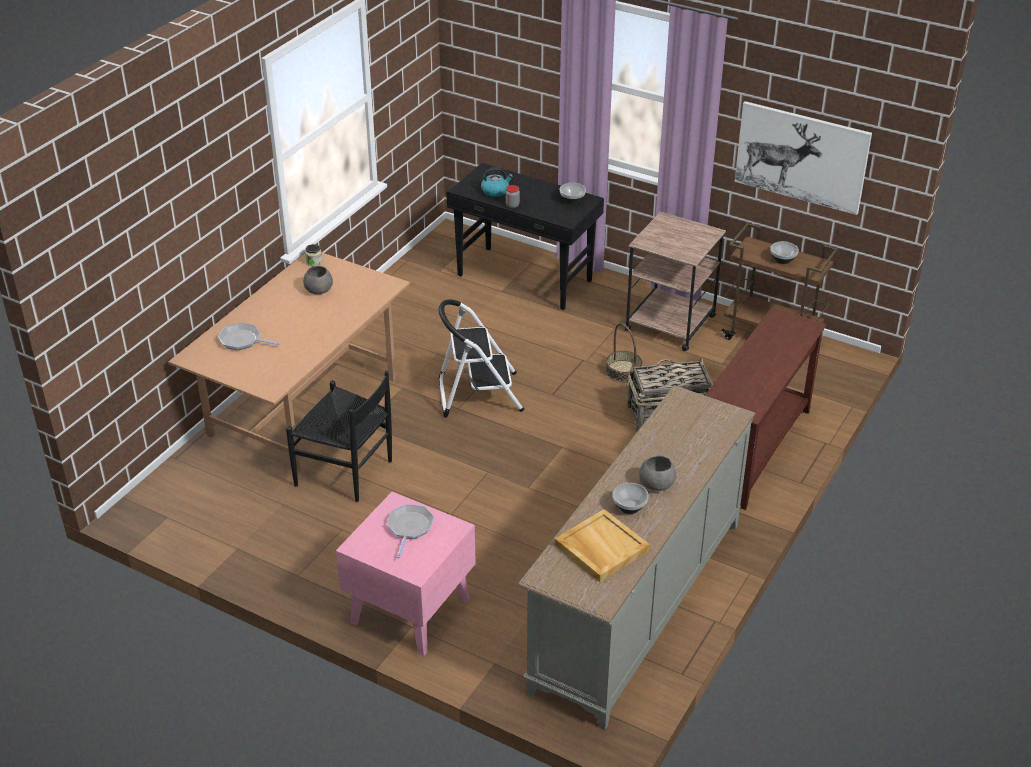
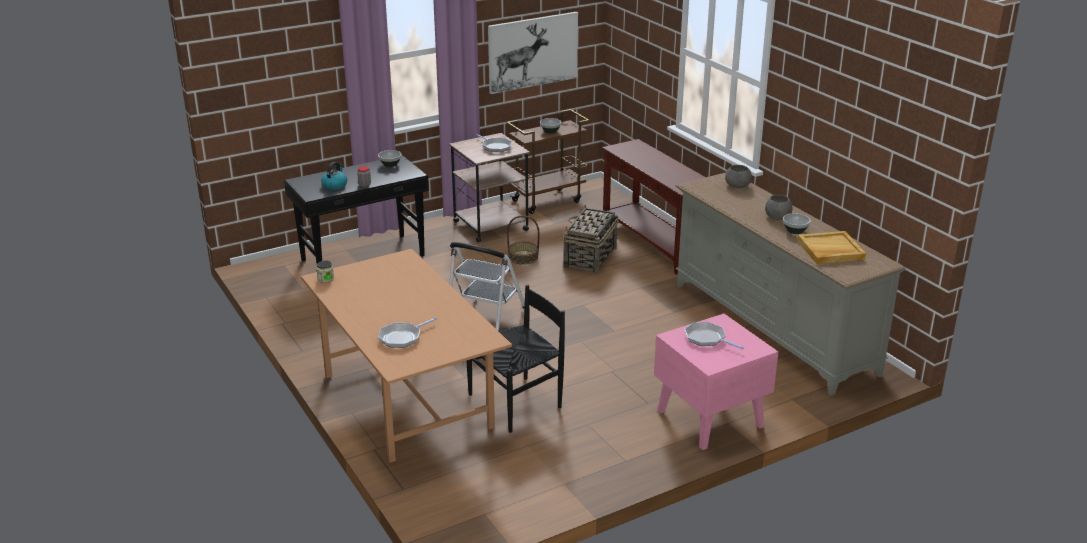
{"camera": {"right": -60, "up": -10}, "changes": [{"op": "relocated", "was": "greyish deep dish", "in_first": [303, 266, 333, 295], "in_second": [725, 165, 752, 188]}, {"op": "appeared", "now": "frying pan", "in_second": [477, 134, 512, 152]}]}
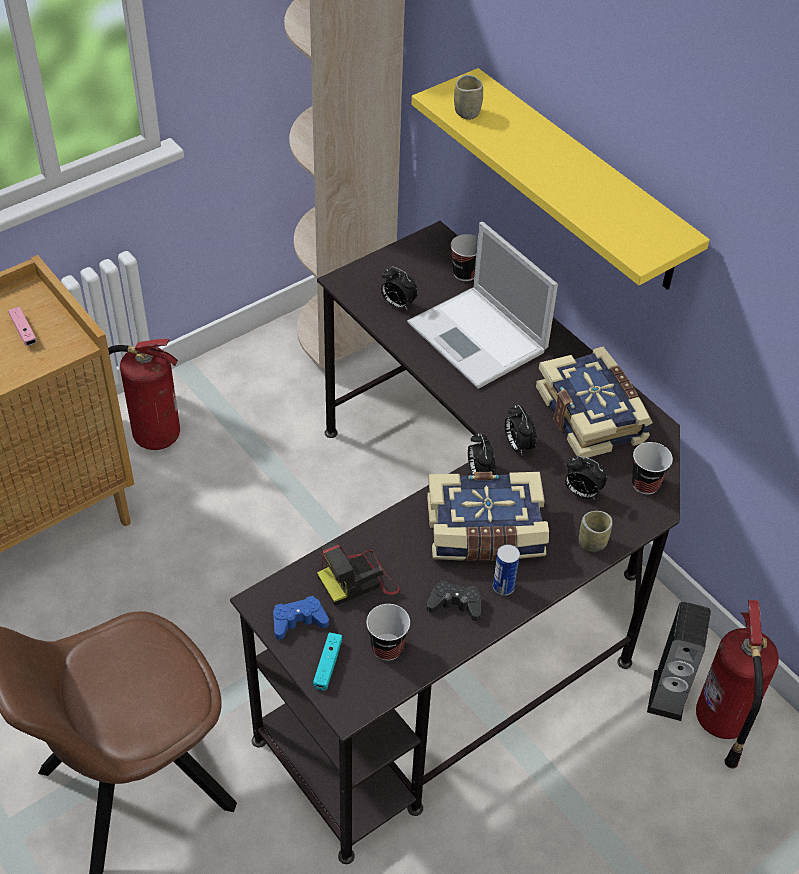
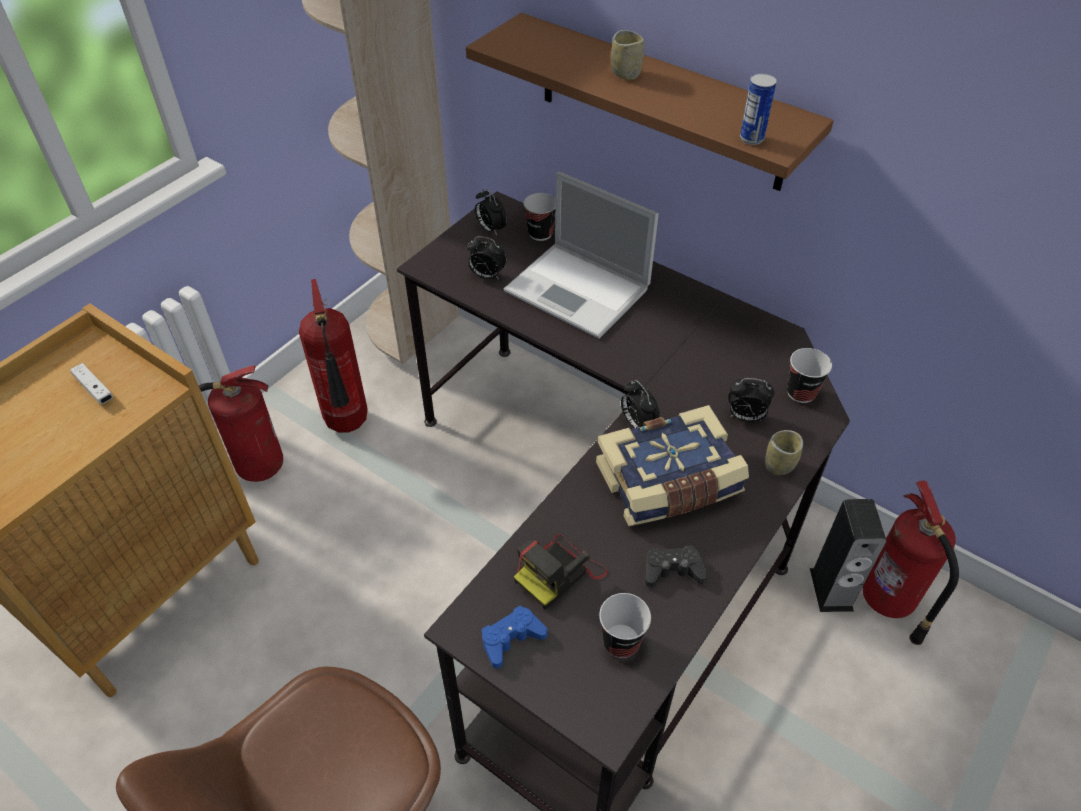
{"camera": {"right": -15, "up": 0}, "changes": [{"op": "colour", "was": "pink-coloured game controller", "now": "white game controller", "in_first": [8, 307, 37, 346], "in_second": [70, 363, 113, 404]}, {"op": "missing", "was": "turquoise game controller", "in_first": [313, 633, 342, 690]}, {"op": "colour", "was": "yellow bracket shelf", "now": "brownish bracket shelf", "in_first": [412, 68, 710, 290], "in_second": [466, 13, 834, 191]}, {"op": "relocated", "was": "small cup", "in_first": [454, 75, 483, 120], "in_second": [611, 30, 644, 80]}, {"op": "relocated", "was": "can", "in_first": [493, 544, 520, 596], "in_second": [740, 73, 777, 145]}, {"op": "relocated", "was": "table clock", "in_first": [504, 405, 537, 455], "in_second": [475, 188, 507, 236]}, {"op": "missing", "was": "volume", "in_first": [536, 347, 653, 459]}, {"op": "appeared", "now": "fire-fighting cylinder", "in_second": [299, 279, 368, 433]}]}
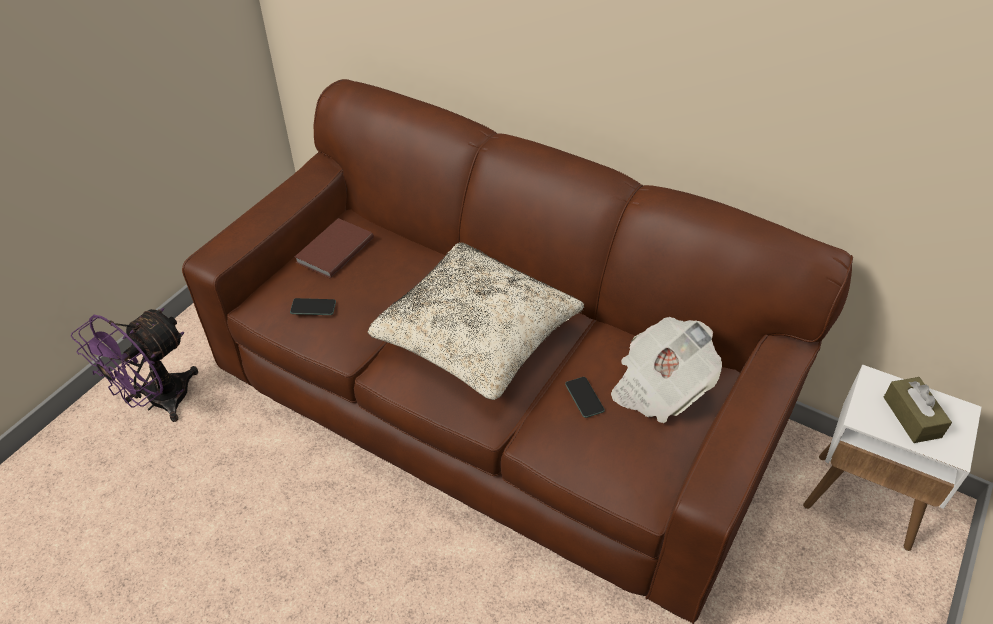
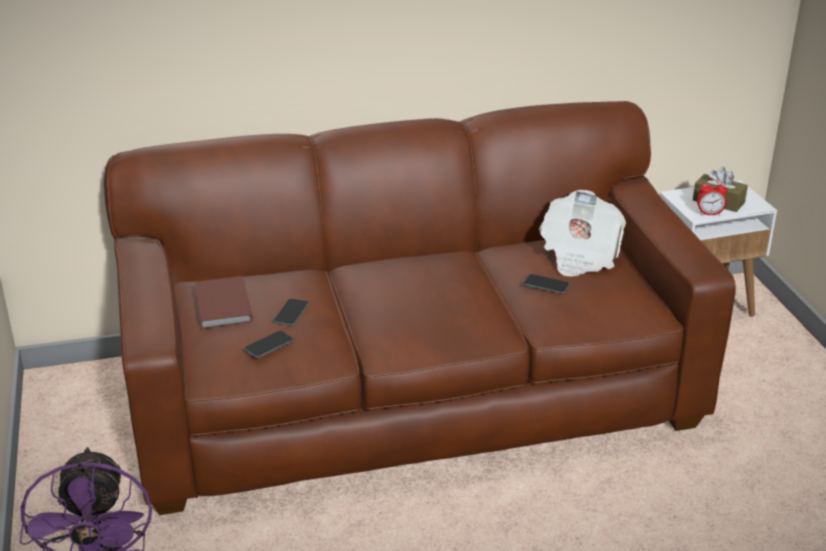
{"camera": {"right": -45, "up": -15}, "changes": [{"op": "missing", "was": "beige cushion", "in_first": [368, 243, 584, 400]}, {"op": "appeared", "now": "phone", "in_second": [273, 298, 309, 326]}, {"op": "appeared", "now": "table clock", "in_second": [697, 179, 728, 216]}]}
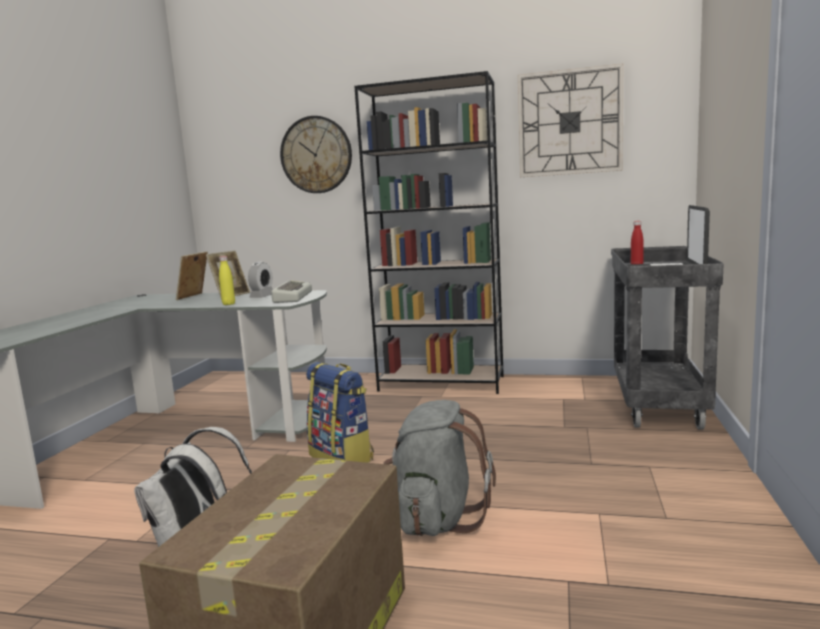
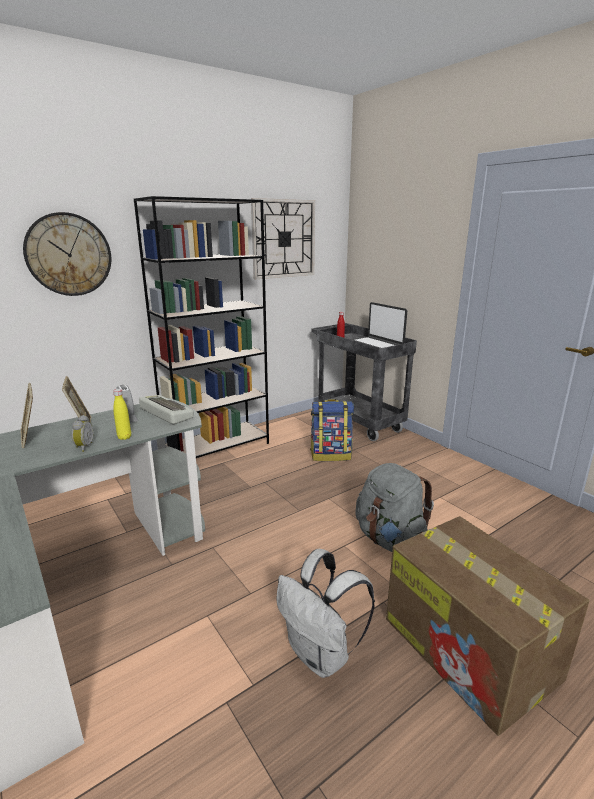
{"camera": {"right": -50, "up": 10}, "changes": [{"op": "relocated", "was": "backpack", "in_first": [306, 362, 374, 463], "in_second": [310, 399, 354, 461]}, {"op": "appeared", "now": "table clock", "in_second": [72, 415, 93, 452]}]}
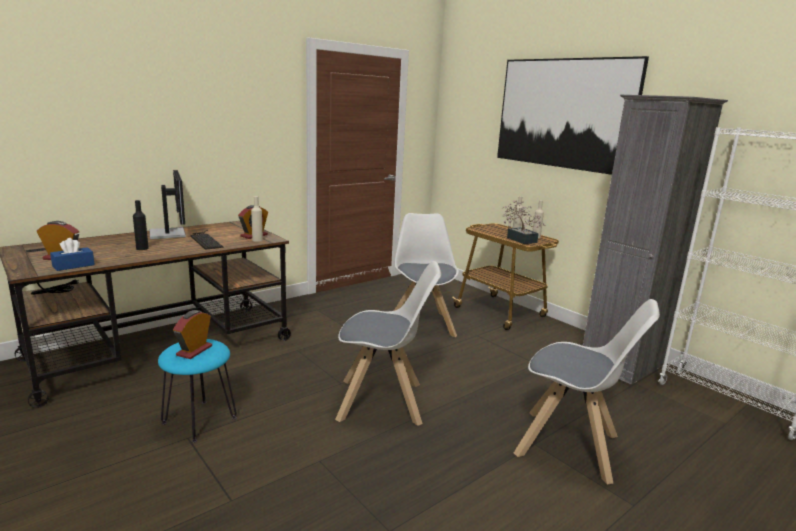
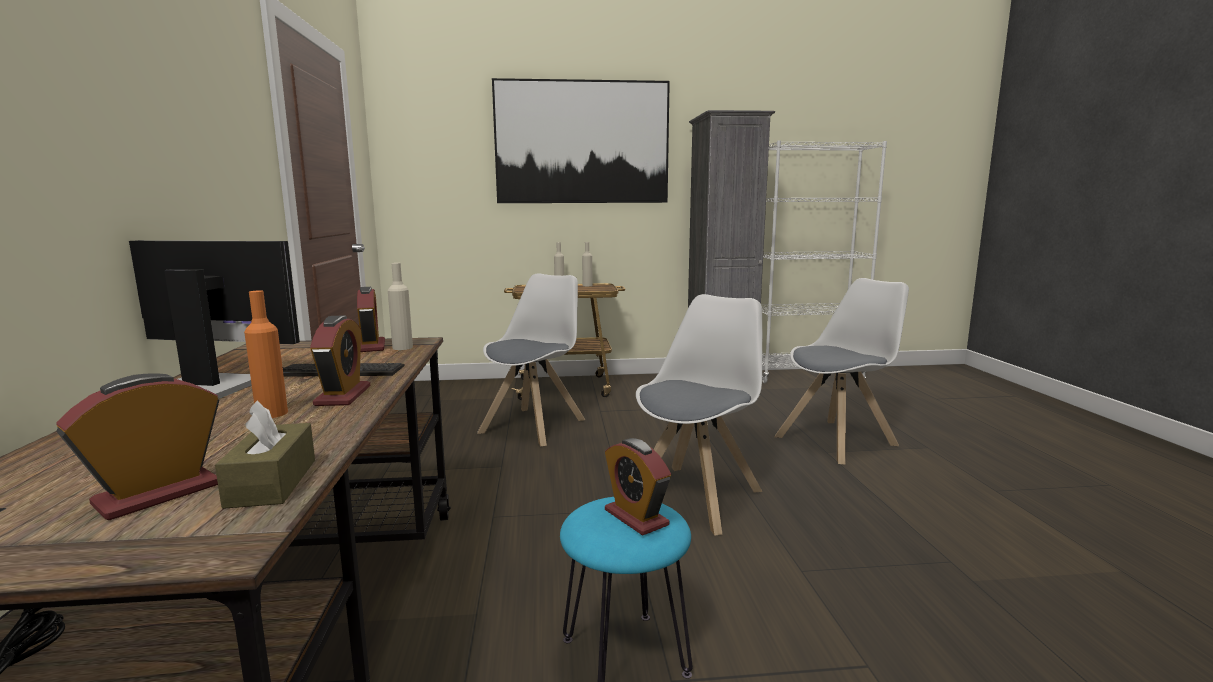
{"camera": {"right": -55, "up": -5}, "changes": [{"op": "colour", "was": "bluish box of tissues", "now": "brownish box of tissues", "in_first": [50, 238, 95, 271], "in_second": [215, 400, 315, 509]}, {"op": "colour", "was": "blackish beverage bottle", "now": "orange beverage bottle", "in_first": [133, 200, 149, 250], "in_second": [244, 291, 288, 418]}, {"op": "spun", "was": "upright chair", "in_first": [394, 213, 459, 337], "in_second": [477, 273, 585, 446], "clockwise": 90}, {"op": "missing", "was": "plant in a pot", "in_first": [502, 200, 545, 244]}, {"op": "appeared", "now": "table clock", "in_second": [310, 316, 370, 406]}]}
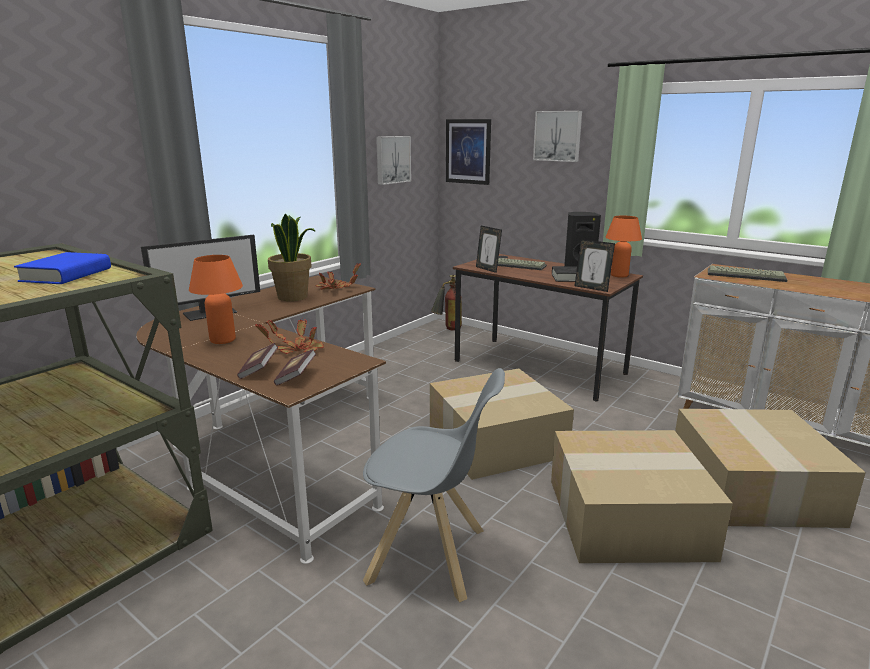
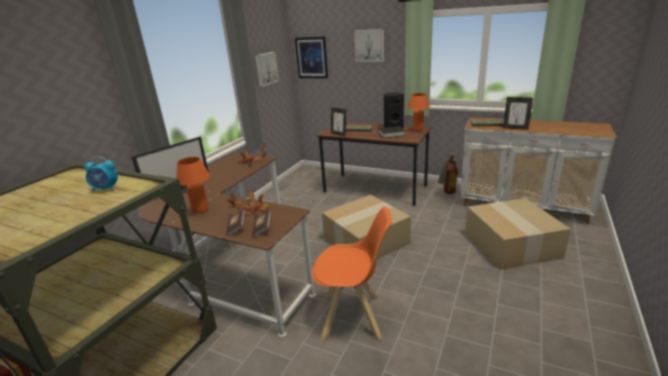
{"camera": {"right": -10, "up": 5}, "changes": [{"op": "exchanged", "was": "bluish volume", "now": "table clock", "in_first": [14, 252, 111, 284], "in_second": [84, 156, 118, 192]}, {"op": "missing", "was": "plant in a pot", "in_first": [268, 213, 316, 301]}, {"op": "colour", "was": "greyish upright chair", "now": "orange upright chair", "in_first": [363, 368, 505, 602], "in_second": [312, 207, 392, 342]}, {"op": "relocated", "was": "fire-fighting cylinder", "in_first": [431, 275, 462, 330], "in_second": [438, 153, 458, 194]}, {"op": "missing", "was": "packing box", "in_first": [551, 430, 733, 563]}, {"op": "relocated", "was": "picture frame", "in_first": [575, 239, 615, 292], "in_second": [503, 97, 533, 130]}]}
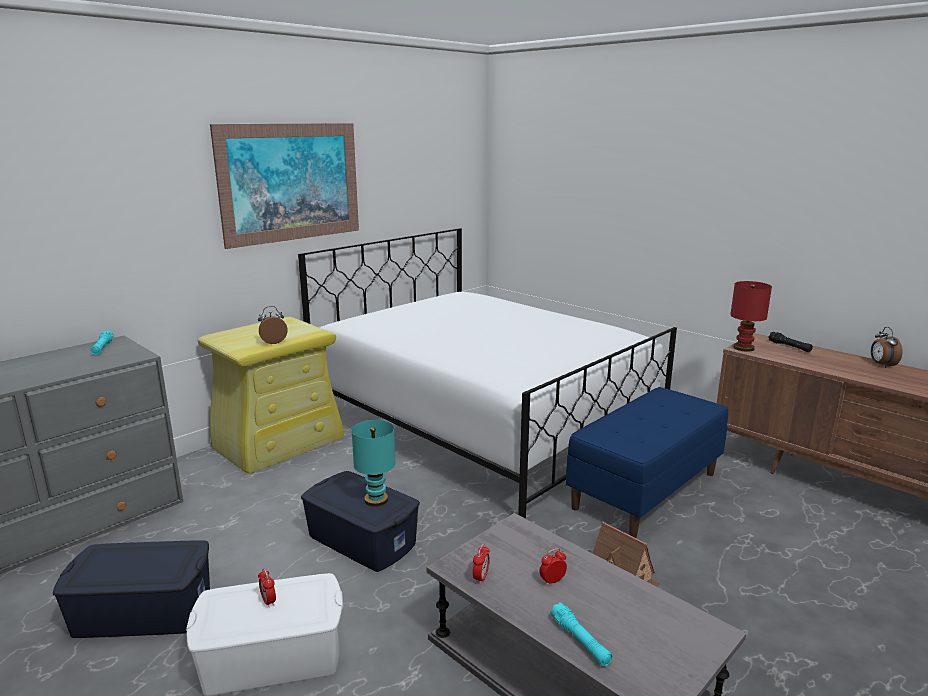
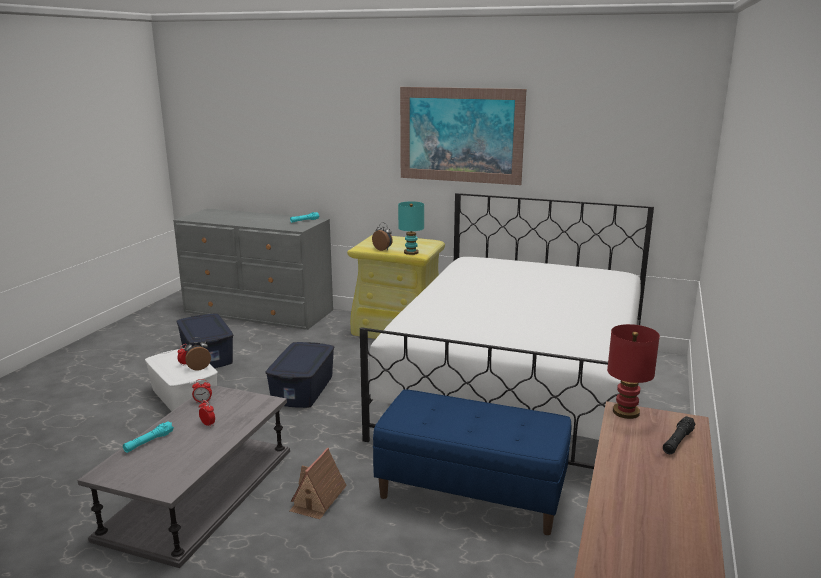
{"camera": {"right": 65, "up": 0}, "changes": [{"op": "relocated", "was": "turquoise lamp for a table", "in_first": [351, 420, 395, 506], "in_second": [398, 201, 424, 255]}, {"op": "relocated", "was": "table clock", "in_first": [871, 327, 903, 368], "in_second": [185, 337, 211, 371]}]}
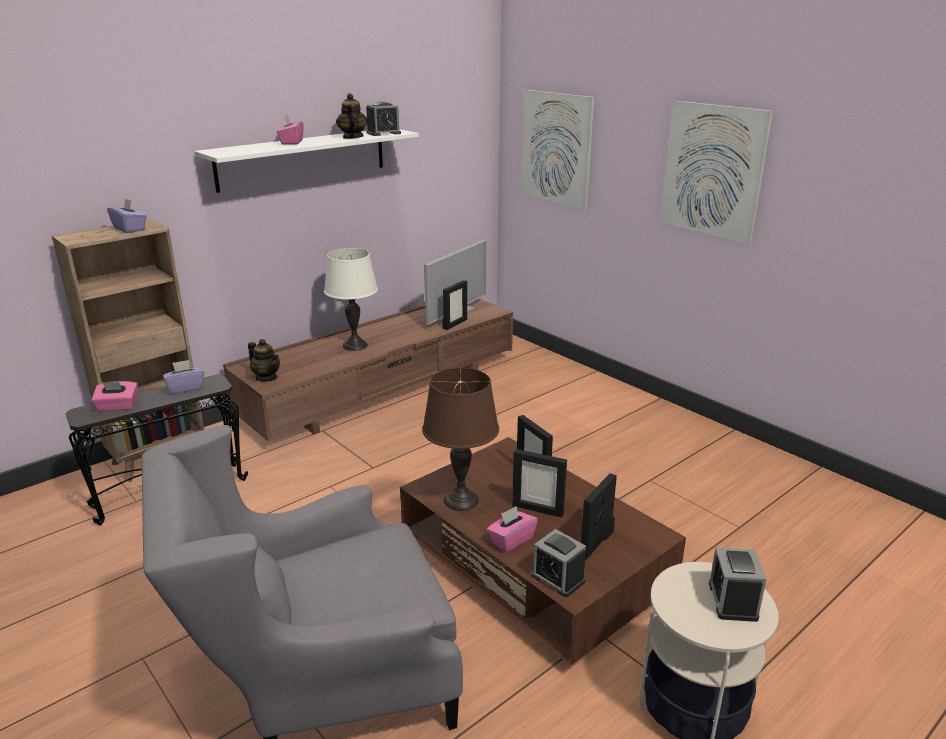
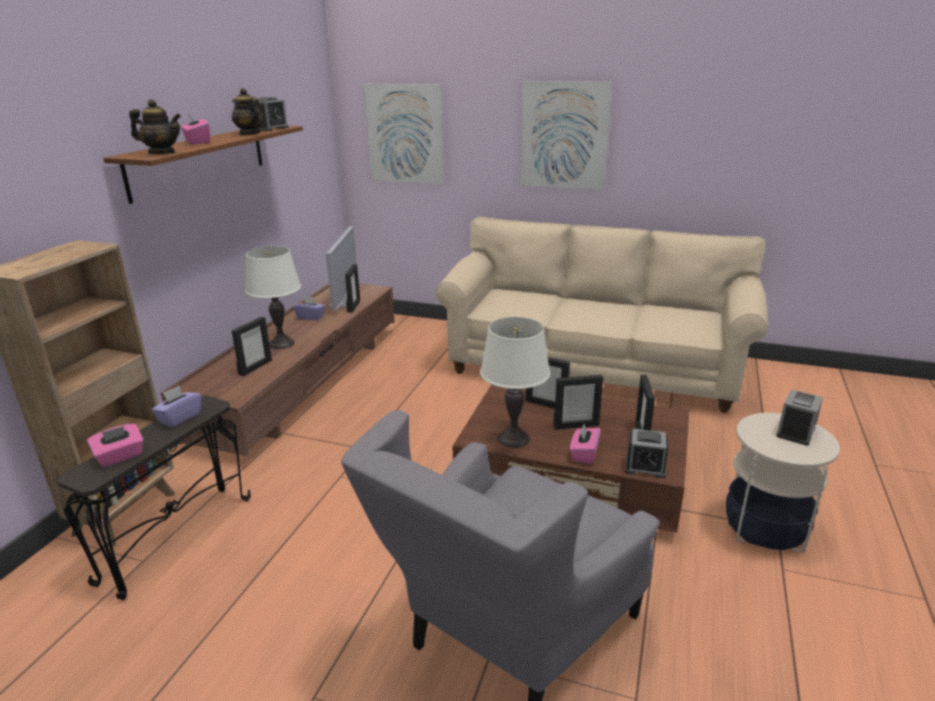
{"camera": {"right": -30, "up": 0}, "changes": [{"op": "relocated", "was": "purple box of tissues", "in_first": [107, 198, 147, 233], "in_second": [293, 296, 325, 320]}, {"op": "colour", "was": "white bracket shelf", "now": "brownish bracket shelf", "in_first": [194, 129, 419, 193], "in_second": [103, 126, 303, 204]}, {"op": "relocated", "was": "pot for tea", "in_first": [248, 339, 280, 382], "in_second": [129, 99, 181, 154]}, {"op": "colour", "was": "brownish lamp for a table", "now": "white lamp for a table", "in_first": [422, 368, 499, 511], "in_second": [480, 317, 550, 448]}, {"op": "spun", "was": "table clock", "in_first": [709, 547, 766, 622], "in_second": [777, 389, 823, 445], "clockwise": -120}, {"op": "appeared", "now": "picture frame", "in_second": [232, 317, 272, 376]}, {"op": "appeared", "now": "beige couch", "in_second": [435, 217, 768, 413]}]}
